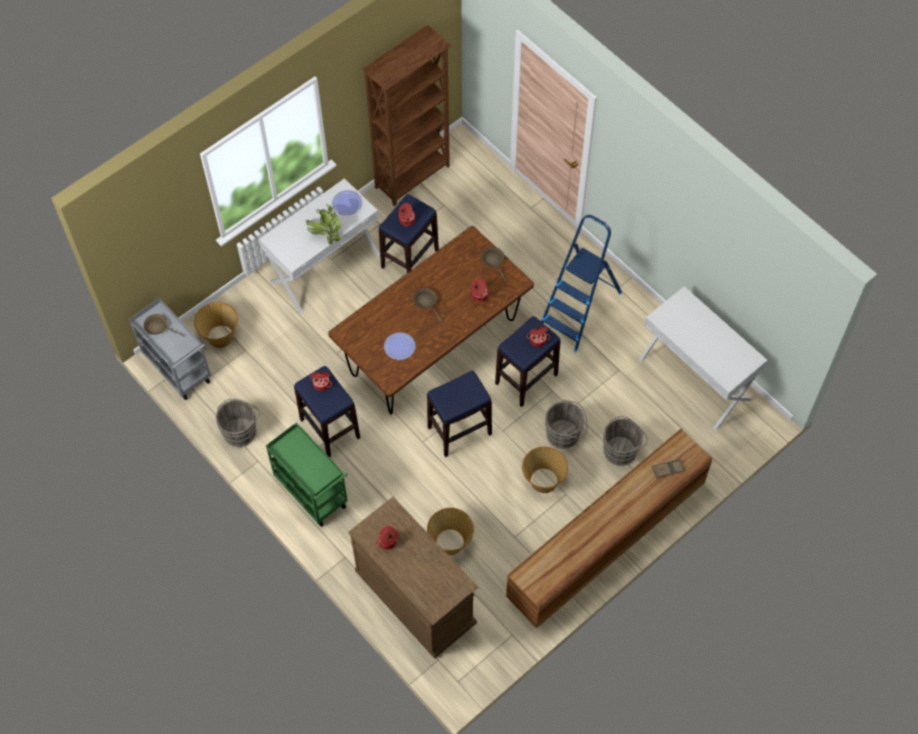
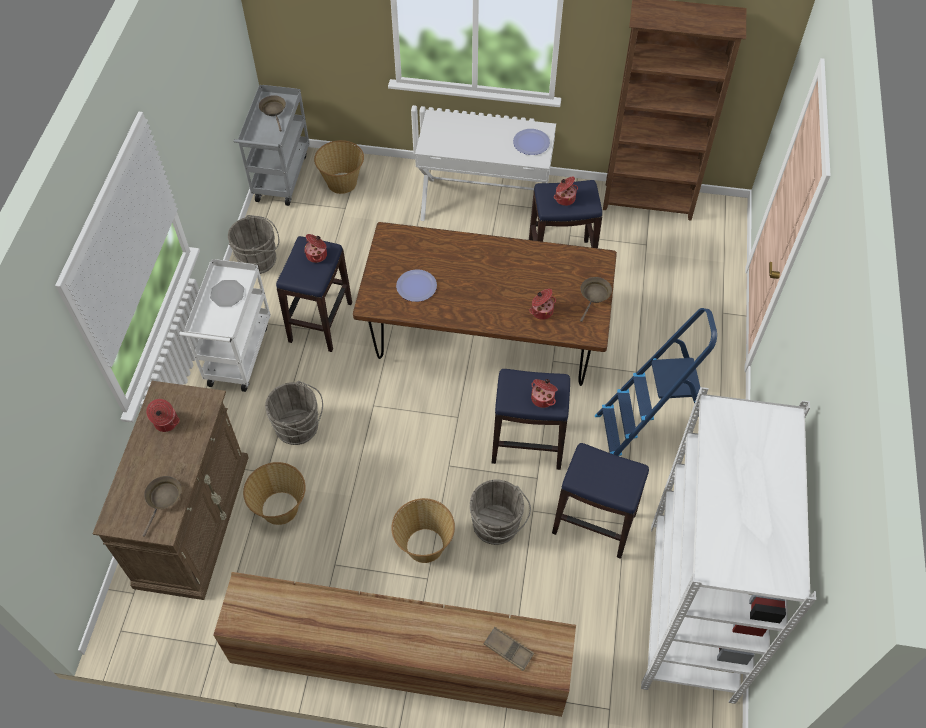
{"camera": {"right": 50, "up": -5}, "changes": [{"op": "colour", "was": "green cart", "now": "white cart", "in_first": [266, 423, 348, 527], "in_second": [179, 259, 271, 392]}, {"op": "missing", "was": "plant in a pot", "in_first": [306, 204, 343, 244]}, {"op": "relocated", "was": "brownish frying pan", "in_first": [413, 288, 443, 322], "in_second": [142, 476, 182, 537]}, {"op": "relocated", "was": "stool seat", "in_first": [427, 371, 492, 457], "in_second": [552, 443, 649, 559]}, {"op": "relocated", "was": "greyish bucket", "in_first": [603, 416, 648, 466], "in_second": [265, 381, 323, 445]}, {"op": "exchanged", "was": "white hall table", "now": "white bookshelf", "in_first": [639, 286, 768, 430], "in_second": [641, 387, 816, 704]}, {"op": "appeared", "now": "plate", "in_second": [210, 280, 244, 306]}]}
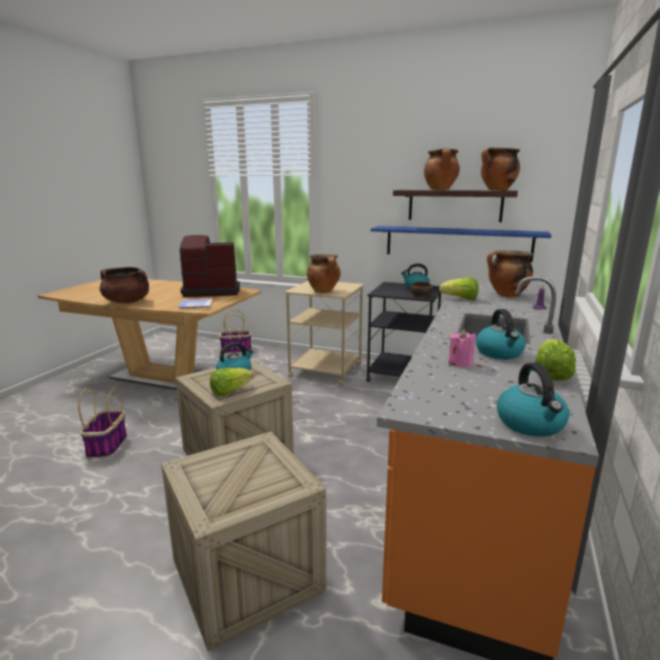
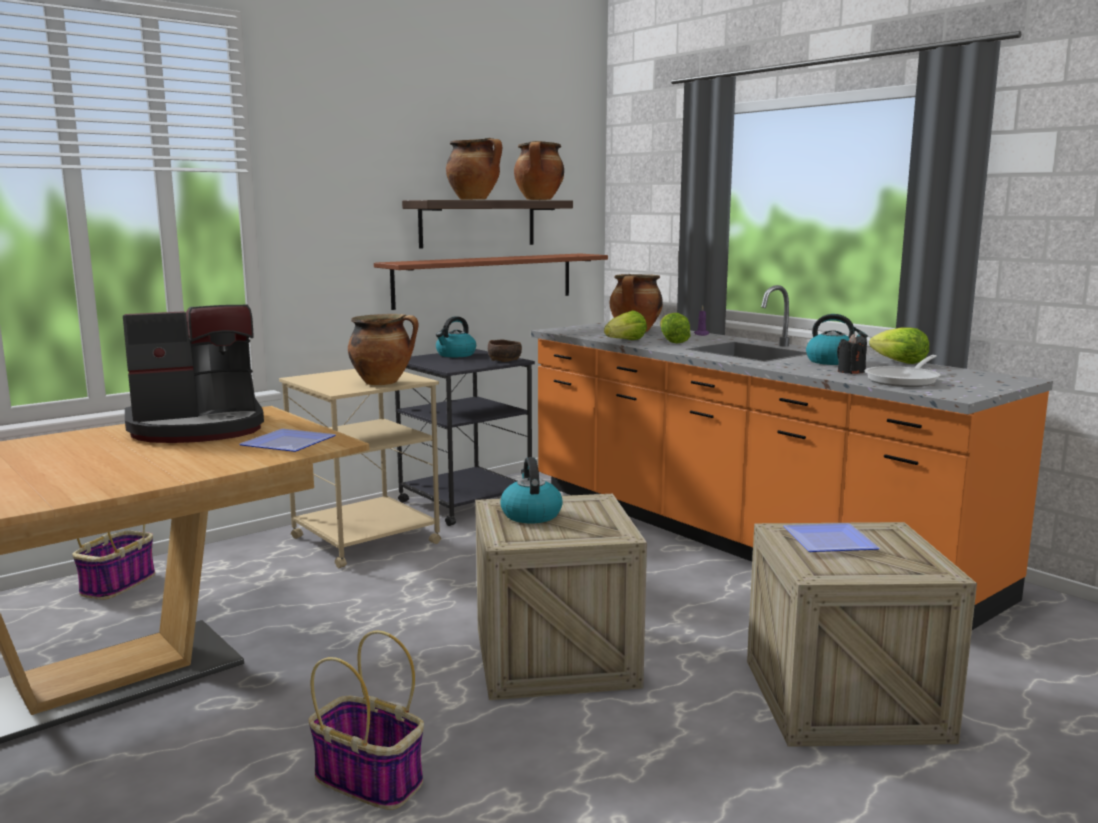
{"camera": {"right": -60, "up": -5}, "changes": [{"op": "missing", "was": "brownish saucepot", "in_first": [100, 267, 149, 303]}, {"op": "spun", "was": "coffee maker", "in_first": [180, 235, 240, 297], "in_second": [123, 305, 264, 443], "clockwise": -135}, {"op": "relocated", "was": "lettuce", "in_first": [210, 368, 253, 396], "in_second": [660, 313, 691, 343]}, {"op": "colour", "was": "bluish bracket shelf", "now": "brownish bracket shelf", "in_first": [371, 226, 551, 262], "in_second": [374, 253, 608, 310]}, {"op": "colour", "was": "pink-coloured wax light", "now": "blackish wax light", "in_first": [449, 329, 476, 367], "in_second": [837, 334, 867, 374]}, {"op": "missing", "was": "kettle", "in_first": [497, 363, 569, 437]}, {"op": "appeared", "now": "plate", "in_second": [783, 523, 880, 552]}, {"op": "appeared", "now": "frying pan", "in_second": [865, 355, 940, 387]}]}
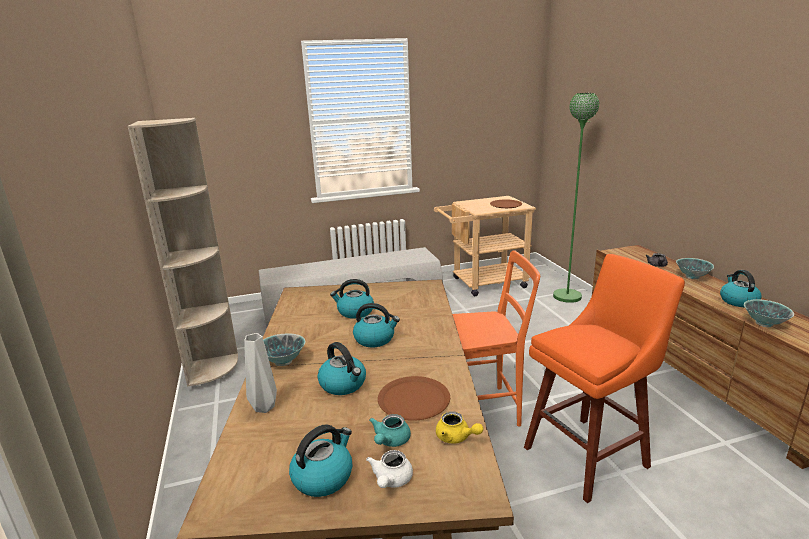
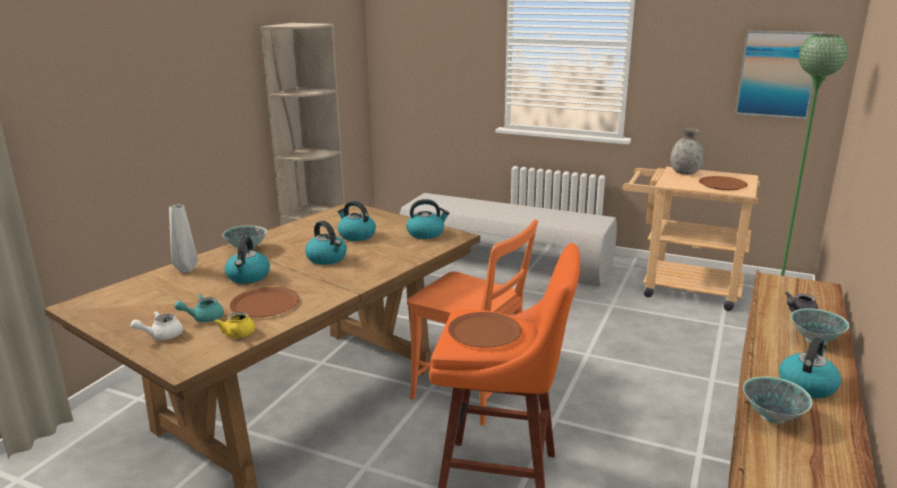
{"camera": {"right": 40, "up": 0}, "changes": [{"op": "relocated", "was": "kettle", "in_first": [289, 424, 352, 497], "in_second": [406, 199, 450, 239]}, {"op": "appeared", "now": "brownish plate", "in_second": [448, 312, 521, 348]}, {"op": "appeared", "now": "greyish vase", "in_second": [670, 128, 704, 175]}, {"op": "appeared", "now": "picture", "in_second": [735, 31, 823, 119]}]}
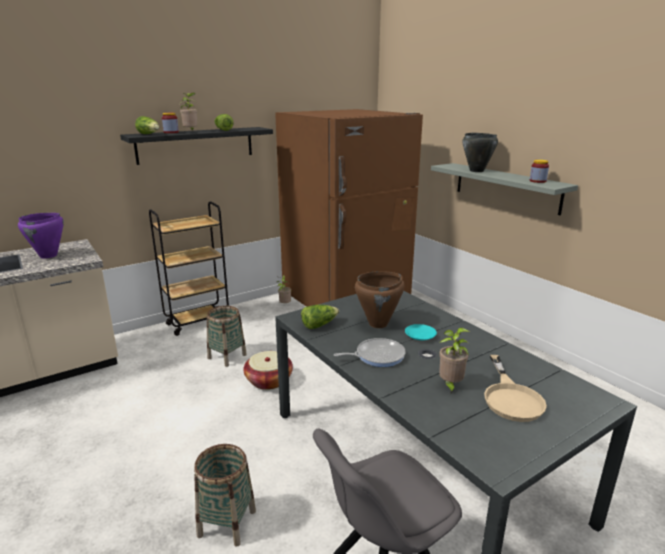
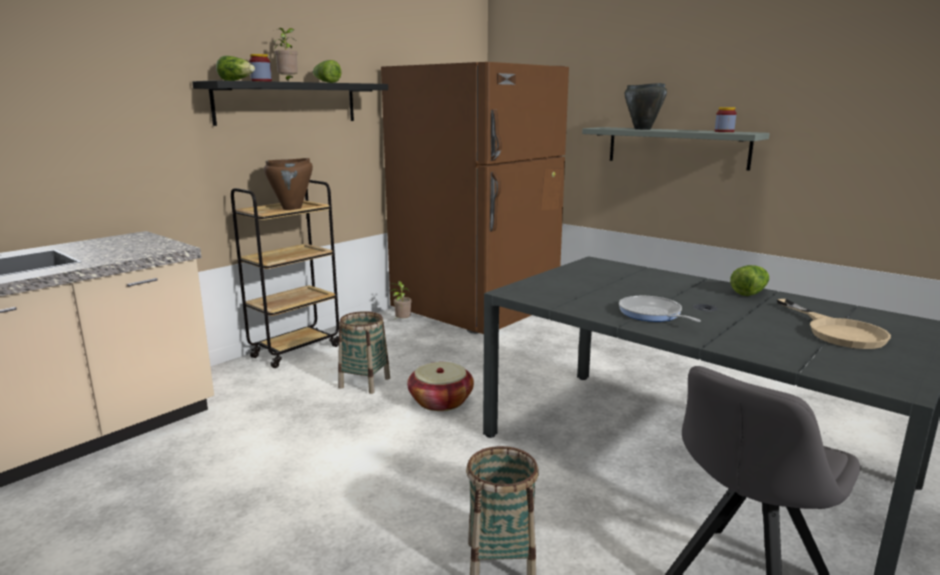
{"camera": {"right": -15, "up": -5}, "changes": [{"op": "missing", "was": "purple saucepot", "in_first": [18, 213, 64, 259]}, {"op": "relocated", "was": "lettuce", "in_first": [301, 305, 339, 329], "in_second": [730, 265, 769, 296]}, {"op": "spun", "was": "frying pan", "in_first": [334, 338, 406, 367], "in_second": [619, 296, 701, 322], "clockwise": -90}, {"op": "relocated", "was": "brownish saucepot", "in_first": [355, 271, 404, 328], "in_second": [264, 158, 313, 210]}, {"op": "missing", "was": "turquoise plate", "in_first": [405, 324, 437, 340]}, {"op": "missing", "was": "plant in a pot", "in_first": [439, 327, 470, 395]}]}
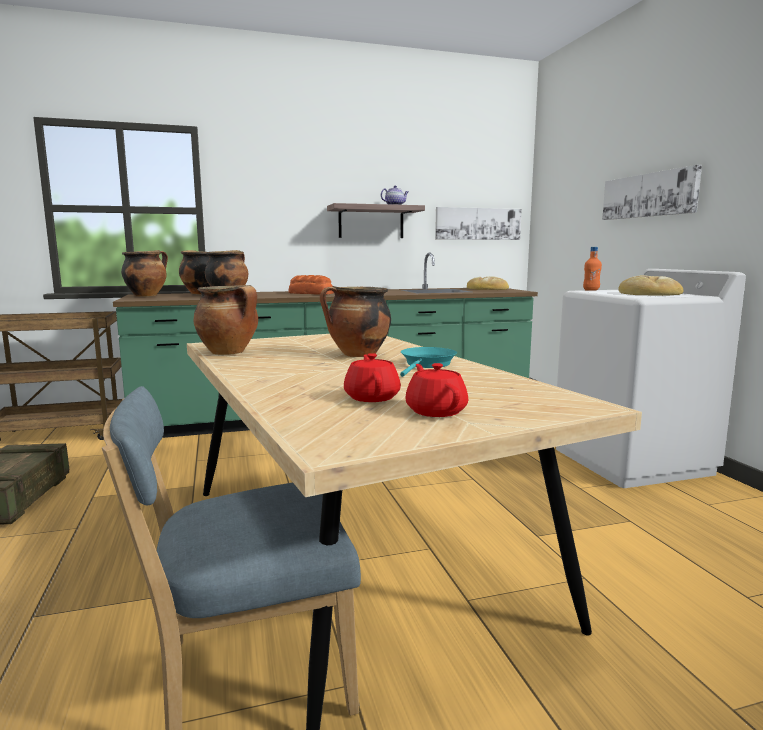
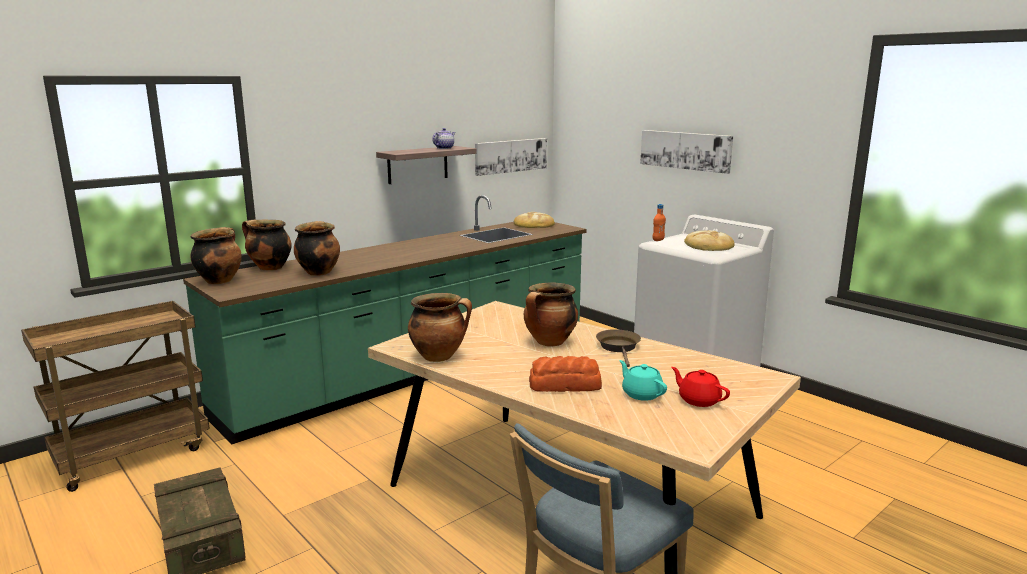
{"camera": {"right": -25, "up": 5}, "changes": [{"op": "relocated", "was": "bakery bread", "in_first": [288, 275, 334, 295], "in_second": [529, 356, 602, 392]}, {"op": "colour", "was": "red pot for tea", "now": "turquoise pot for tea", "in_first": [344, 353, 401, 402], "in_second": [619, 360, 667, 401]}, {"op": "colour", "was": "turquoise frying pan", "now": "brownish frying pan", "in_first": [400, 347, 457, 377], "in_second": [596, 329, 641, 367]}]}
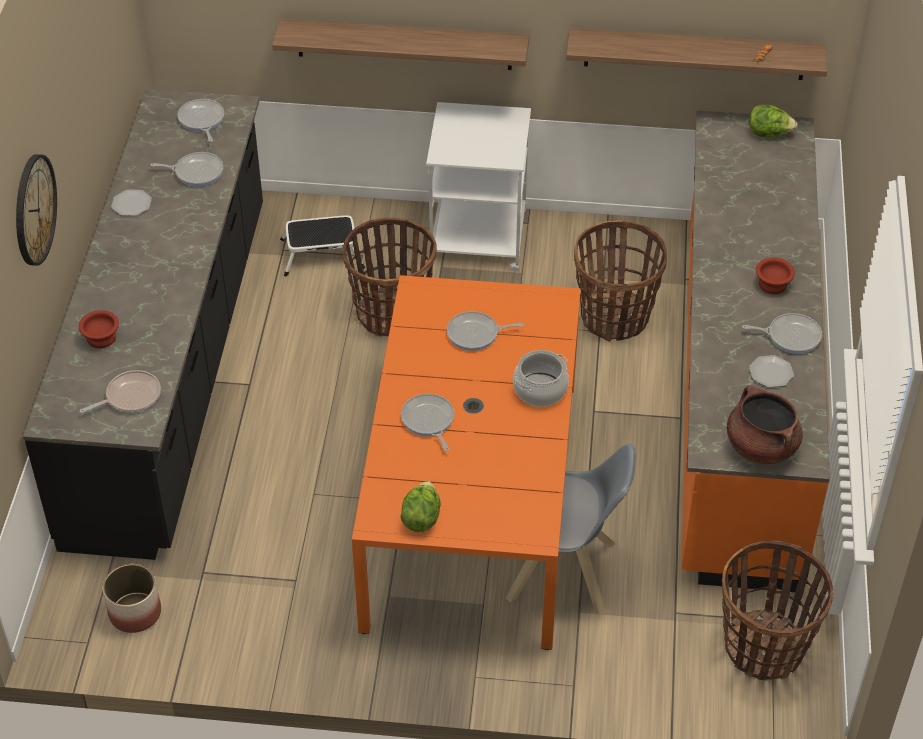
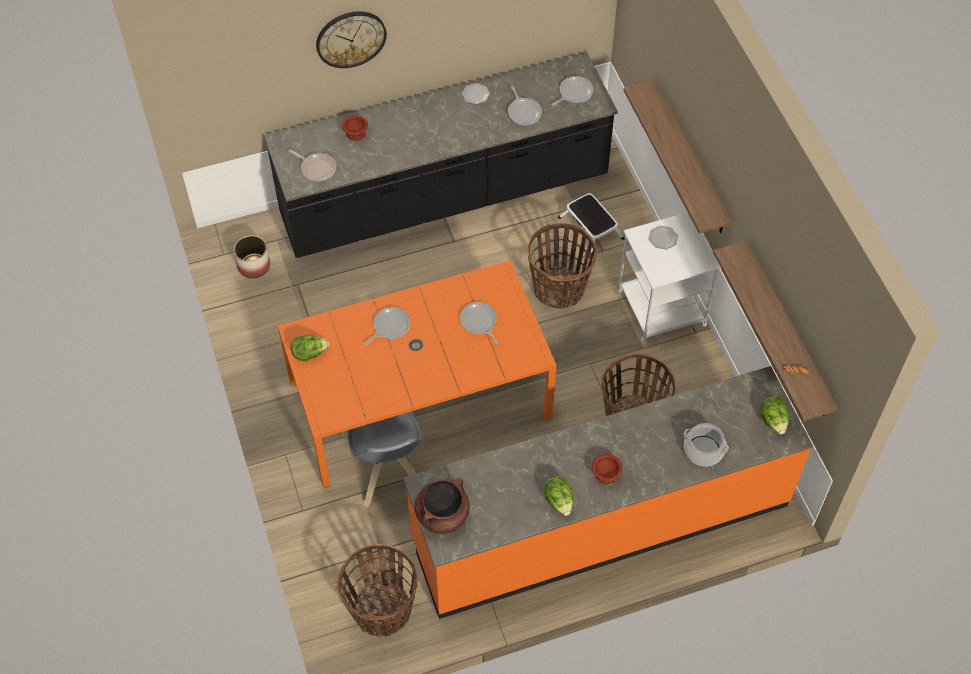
{"camera": {"right": 65, "up": 10}, "changes": [{"op": "relocated", "was": "saucepot", "in_first": [513, 350, 569, 407], "in_second": [684, 423, 729, 467]}, {"op": "exchanged", "was": "frying pan", "now": "lettuce", "in_first": [742, 313, 822, 354], "in_second": [544, 476, 573, 516]}, {"op": "relocated", "was": "plate", "in_first": [749, 355, 794, 388], "in_second": [649, 226, 678, 249]}]}
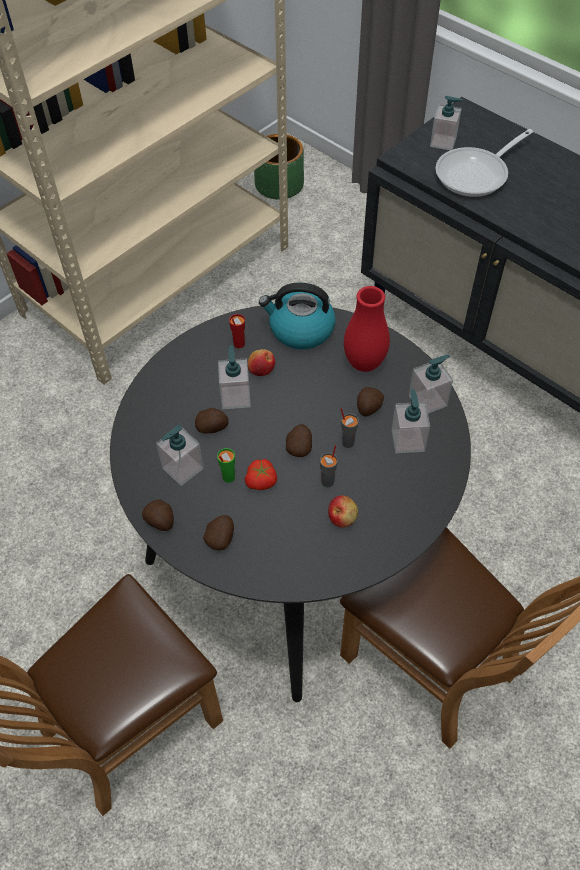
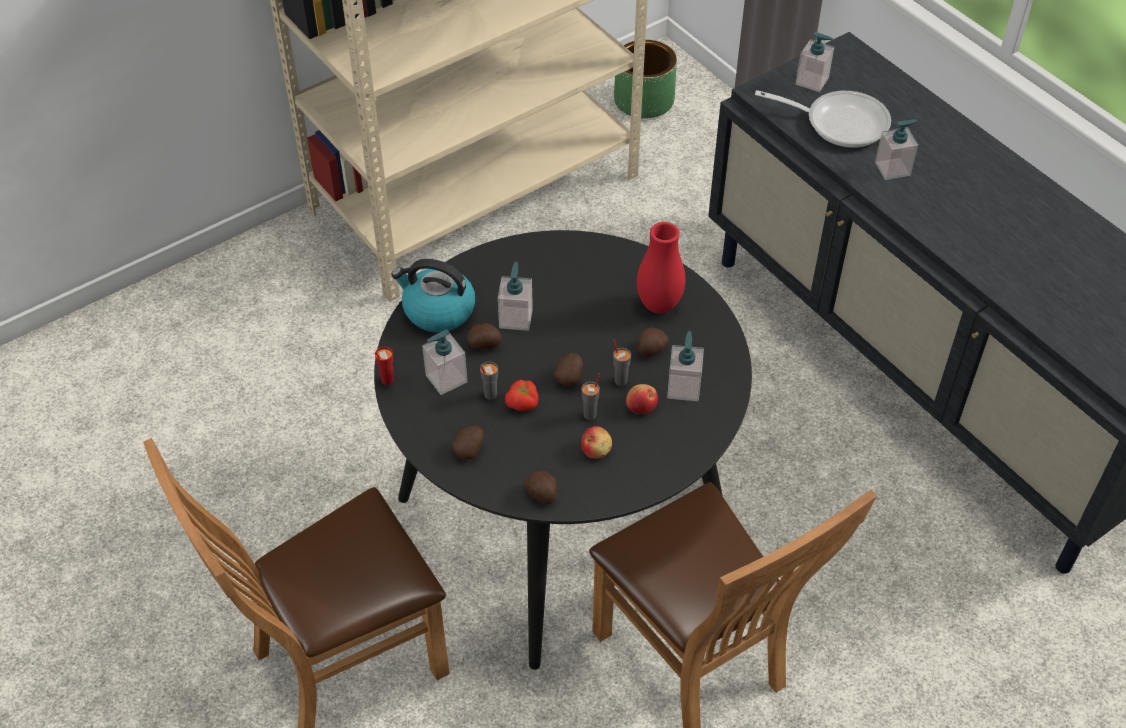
{"camera": {"right": 10, "up": -5}, "changes": [{"op": "relocated", "was": "spud", "in_first": [142, 500, 174, 531], "in_second": [525, 471, 557, 504]}, {"op": "colour", "was": "green small cup", "now": "greyish small cup", "in_first": [217, 448, 235, 483], "in_second": [480, 361, 498, 400]}, {"op": "relocated", "was": "red small cup", "in_first": [229, 314, 245, 348], "in_second": [375, 347, 394, 385]}, {"op": "relocated", "was": "apple", "in_first": [248, 349, 275, 376], "in_second": [626, 384, 658, 414]}, {"op": "relocated", "was": "kettle", "in_first": [259, 283, 335, 349], "in_second": [391, 259, 475, 332]}, {"op": "relocated", "was": "soap dispenser", "in_first": [409, 355, 453, 414], "in_second": [875, 119, 918, 180]}, {"op": "spun", "was": "frying pan", "in_first": [436, 129, 533, 197], "in_second": [755, 90, 891, 148], "clockwise": -135}]}
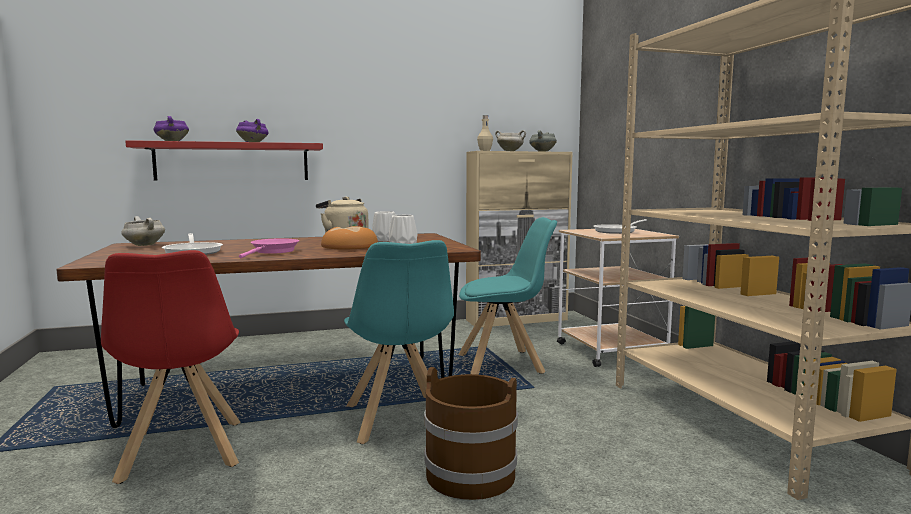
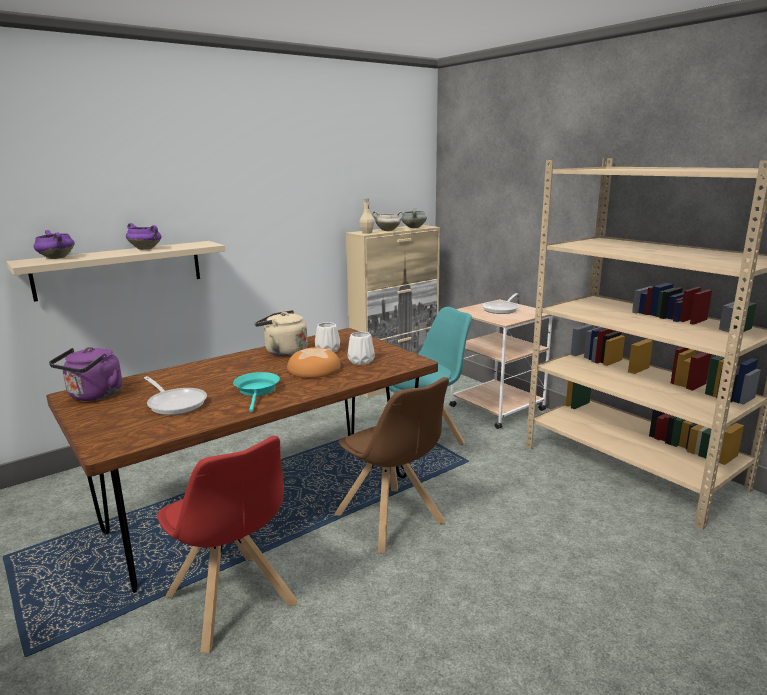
{"camera": {"right": -20, "up": 10}, "changes": [{"op": "exchanged", "was": "white saucepot", "now": "purple kettle", "in_first": [121, 216, 165, 246], "in_second": [49, 347, 122, 401]}, {"op": "colour", "was": "red bracket shelf", "now": "beige bracket shelf", "in_first": [125, 140, 323, 181], "in_second": [6, 241, 225, 302]}, {"op": "colour", "was": "pink-coloured frying pan", "now": "turquoise frying pan", "in_first": [239, 238, 299, 258], "in_second": [233, 372, 280, 412]}, {"op": "colour", "was": "turquoise upright chair", "now": "brownish upright chair", "in_first": [344, 240, 454, 444], "in_second": [334, 377, 449, 554]}, {"op": "missing", "was": "brownish bucket", "in_first": [424, 367, 518, 500]}]}
